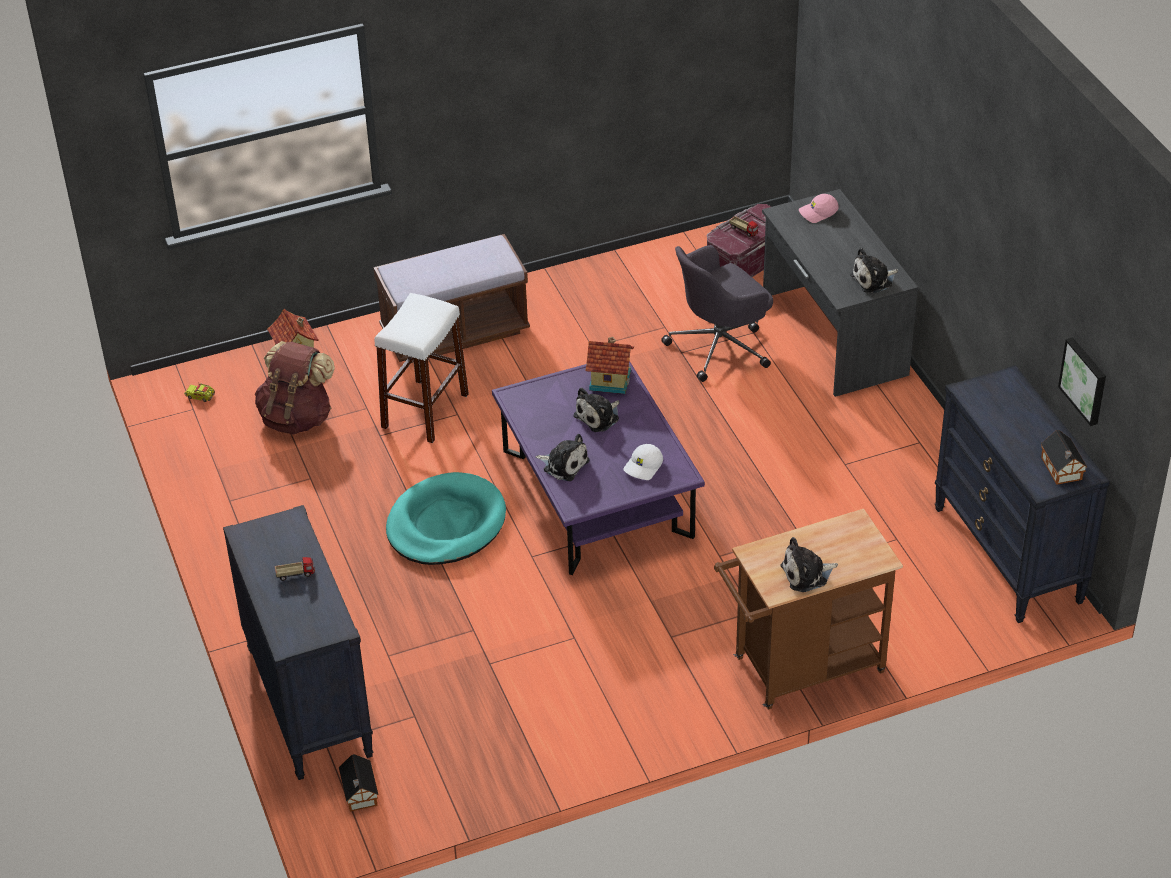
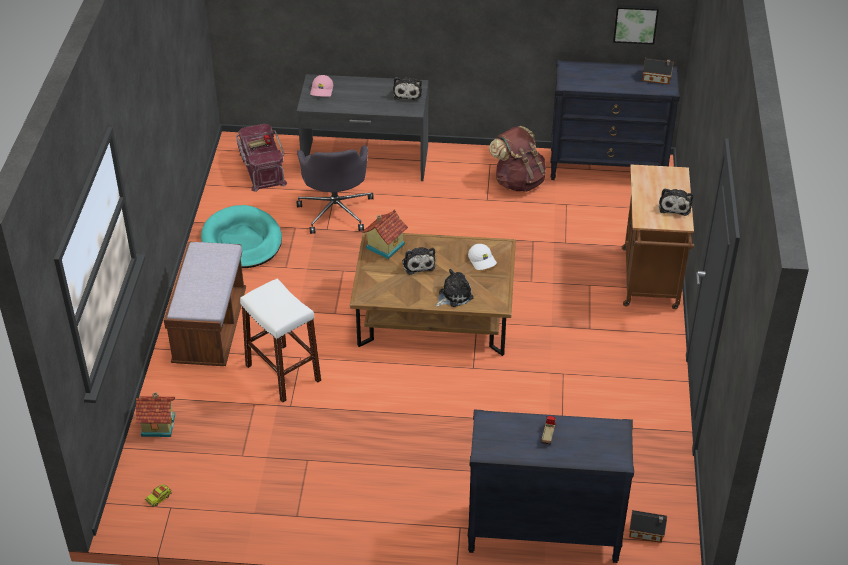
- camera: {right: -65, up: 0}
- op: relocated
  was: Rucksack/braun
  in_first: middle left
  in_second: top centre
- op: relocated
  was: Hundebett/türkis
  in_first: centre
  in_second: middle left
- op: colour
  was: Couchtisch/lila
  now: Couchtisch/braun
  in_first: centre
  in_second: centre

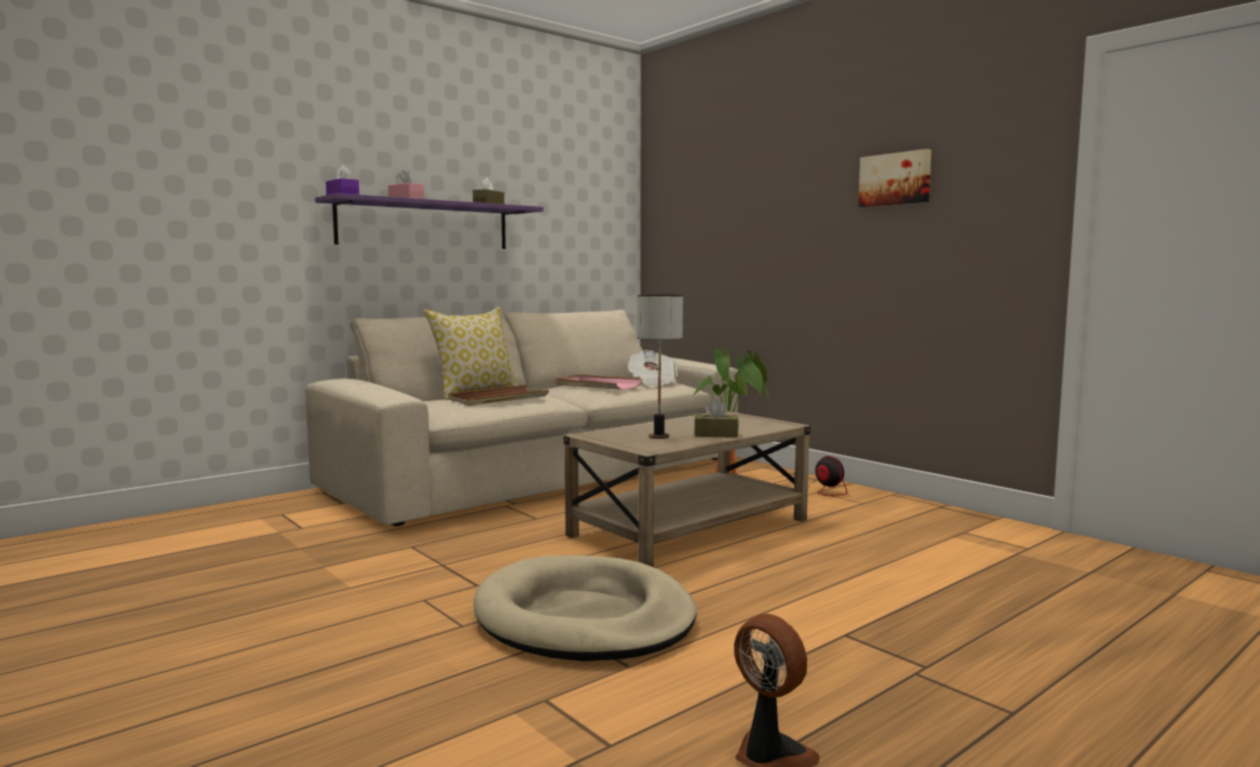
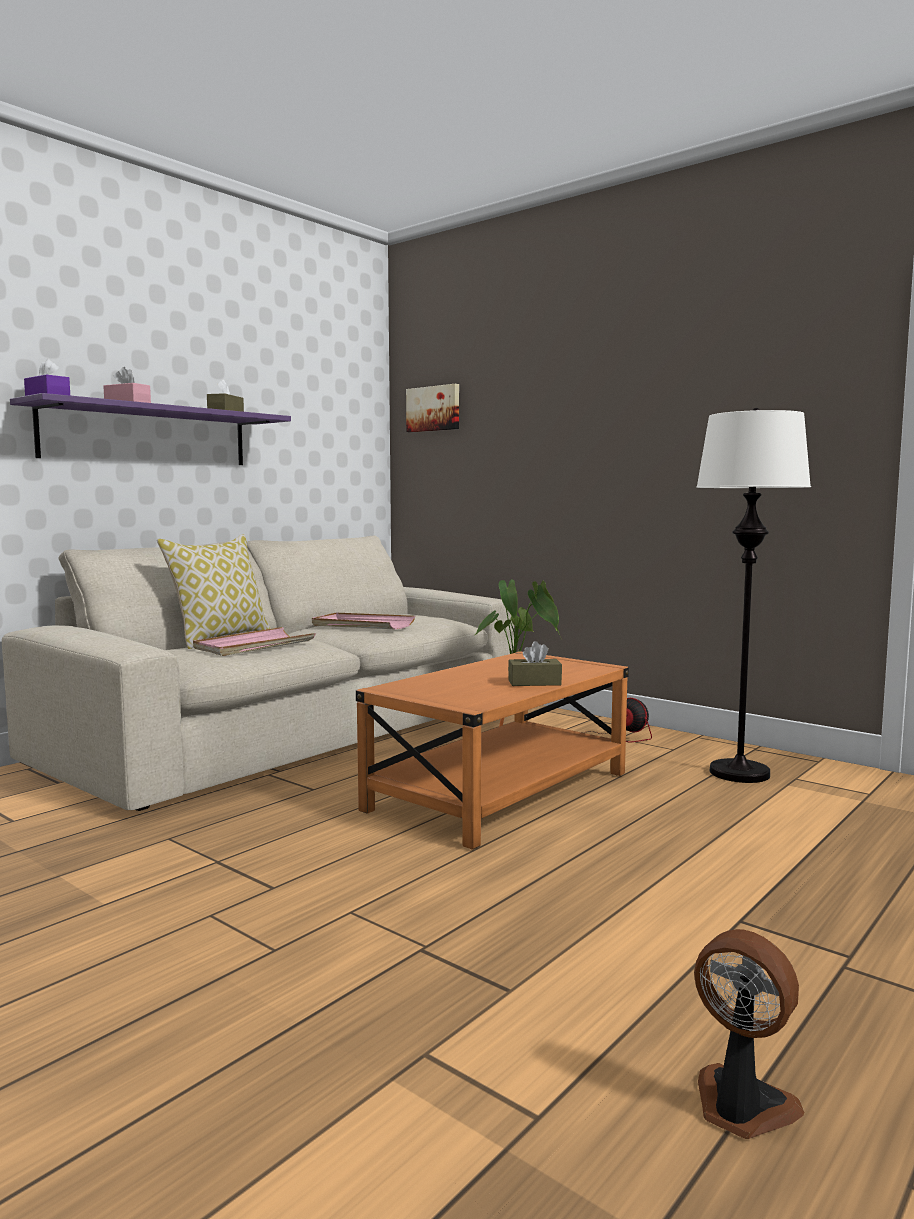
- camera: {right: -10, up: 0}
- op: missing
  was: Hundebett/beige
  in_first: bottom centre
- op: missing
  was: Zeitung
  in_first: centre
- op: missing
  was: Tischlampe
  in_first: centre
- op: appeared
  now: Stehlampe/weiß
  in_second: middle right
- op: relocated
  was: Bild
  in_first: top right
  in_second: centre
- op: colour
  was: Tablett/braun
  now: Tablett/rosa (no. 1 from left)
  in_first: centre
  in_second: middle left
- op: colour
  was: Couchtisch/beige
  now: Couchtisch/orange
  in_first: centre
  in_second: centre

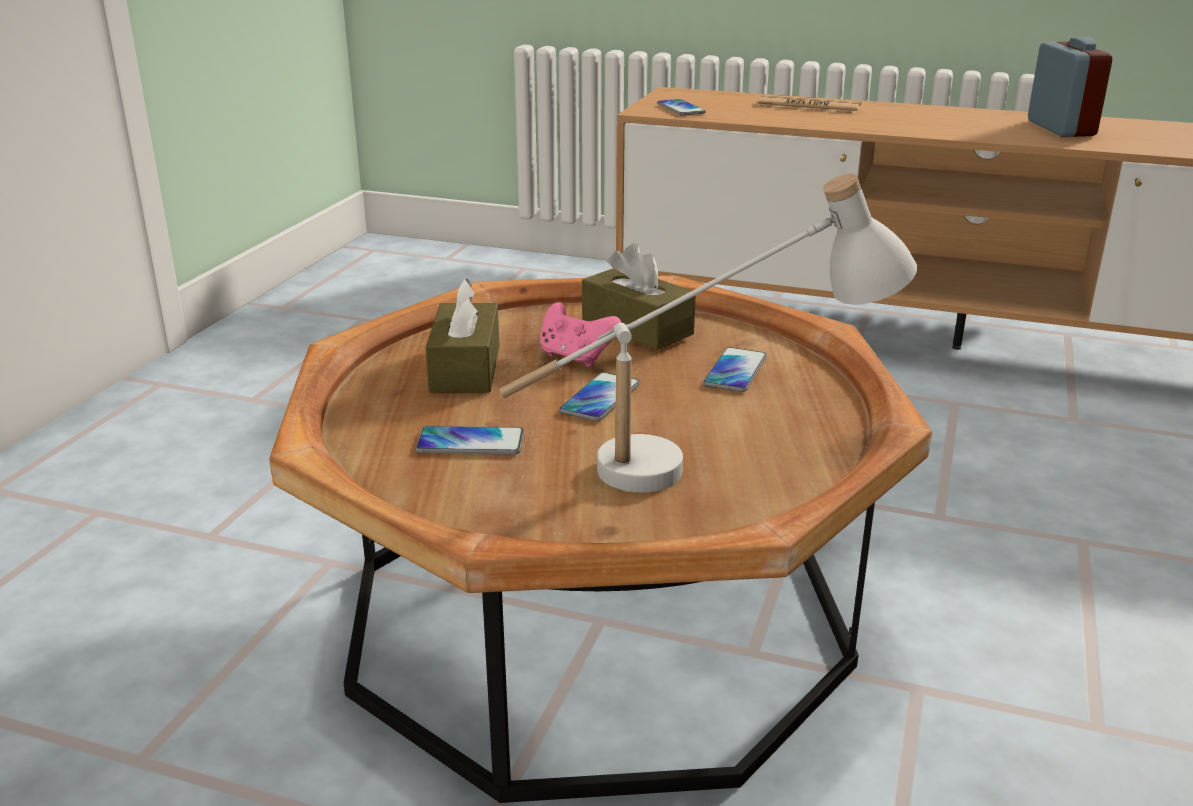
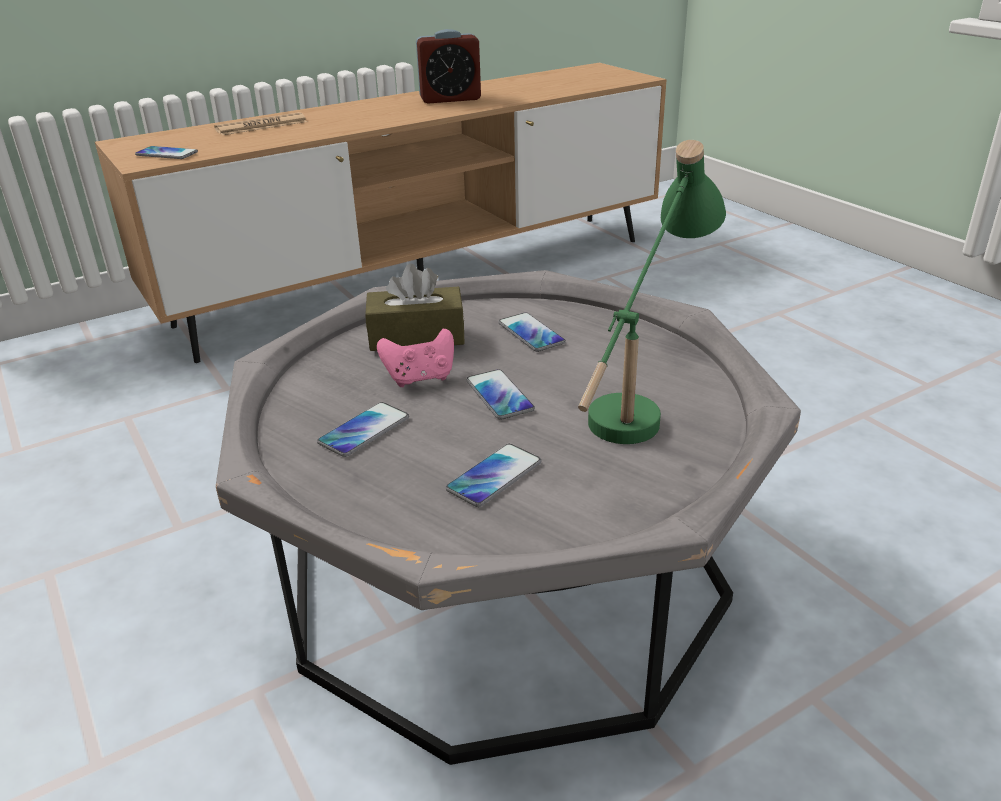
- camera: {right: -50, up: 5}
- op: exchanged
  was: Taschentuchbox/braun (no. 1 from left)
  now: Handy (no. 2 from left)
  in_first: centre
  in_second: centre
- op: colour
  was: Couchtisch/braun
  now: Couchtisch/grau
  in_first: bottom centre
  in_second: centre
- op: colour
  was: Tischlampe/weiß
  now: Tischlampe/grün
  in_first: centre
  in_second: centre
- op: spun
  was: Wecker
  in_first: top right
  in_second: top centre
  clockwise: 135

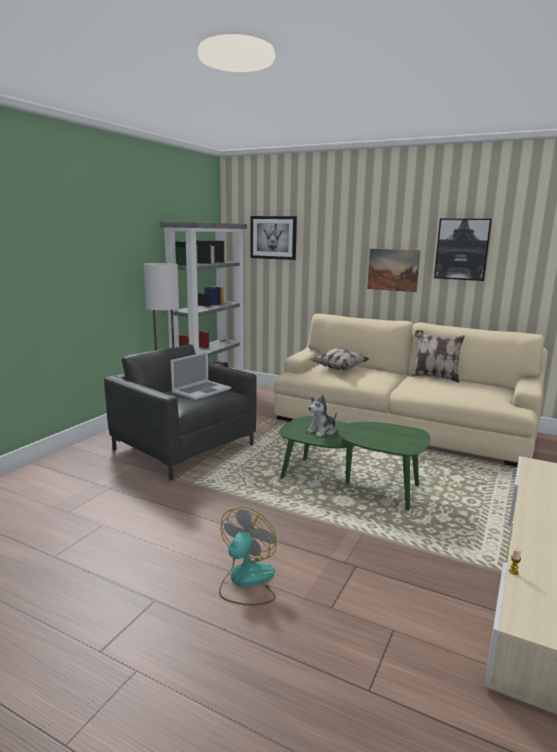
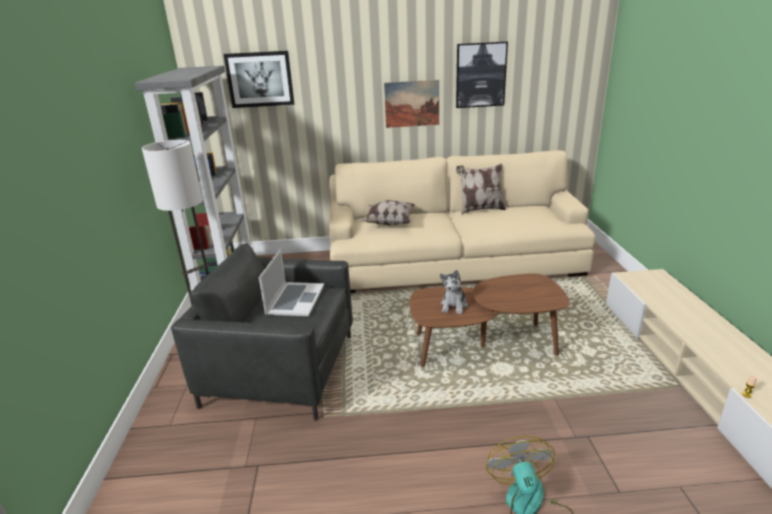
- camera: {right: -30, up: 10}
- op: colour
  was: Couchtisch/grün
  now: Couchtisch/braun
  in_first: centre
  in_second: centre

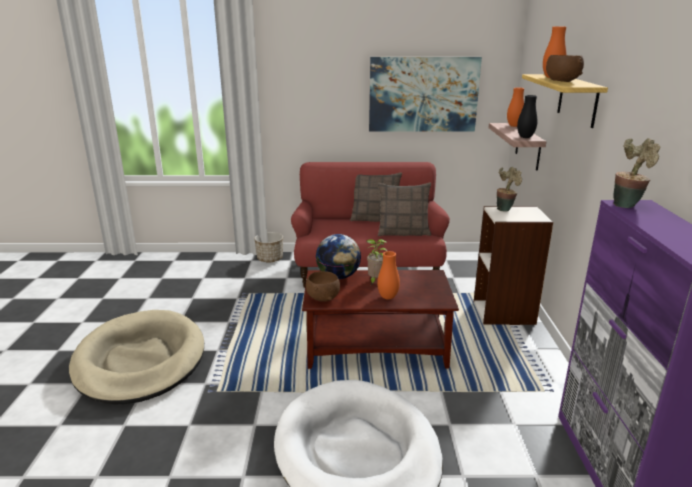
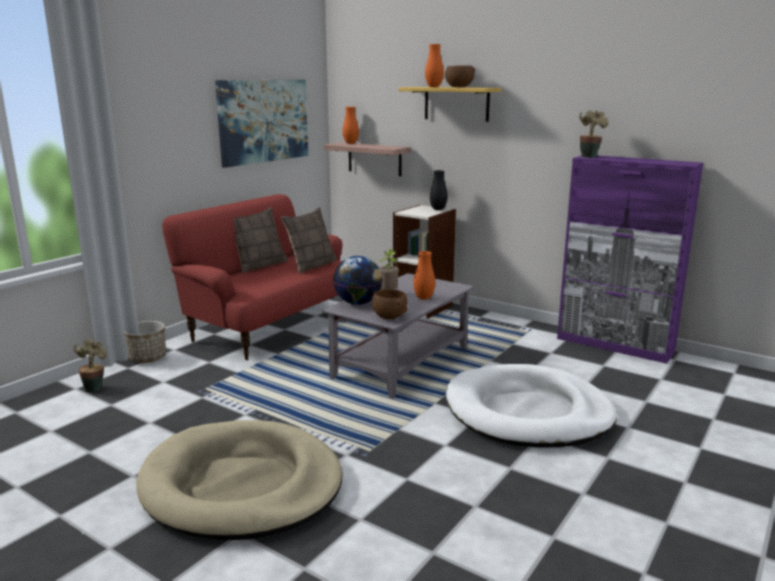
- camera: {right: -55, up: -5}
- op: relocated
  was: Topfpflanze (no. 2 from left in the first image)
  now: Topfpflanze (no. 1 from left)
  in_first: middle right
  in_second: middle left
- op: relocated
  was: Vase/schwarz
  in_first: top right
  in_second: top centre
- op: colour
  was: Couchtisch/braun
  now: Couchtisch/grau
  in_first: centre
  in_second: centre

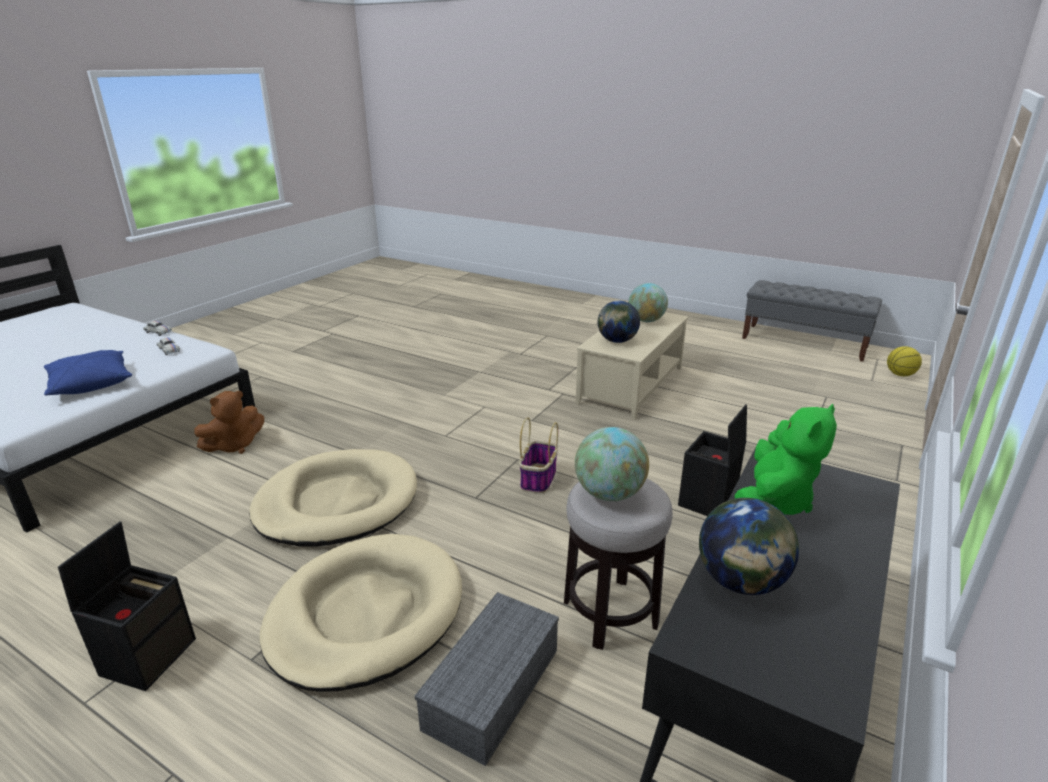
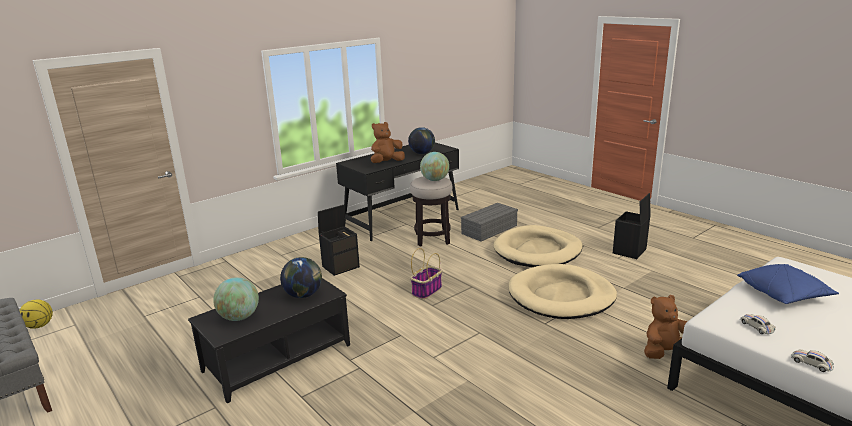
- camera: {right: -160, up: -5}
- op: colour
  was: Couchtisch/beige
  now: Couchtisch/schwarz
  in_first: centre
  in_second: bottom left
- op: colour
  was: Plüschtier/grün
  now: Plüschtier/braun (no. 1 from left)
  in_first: middle right
  in_second: centre

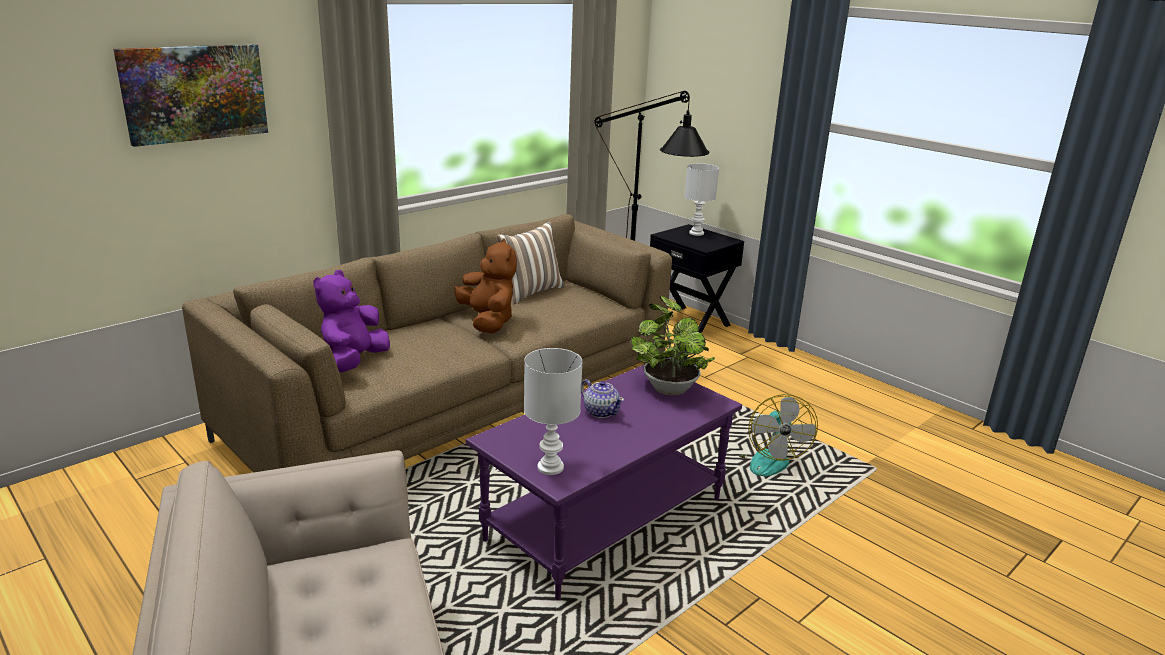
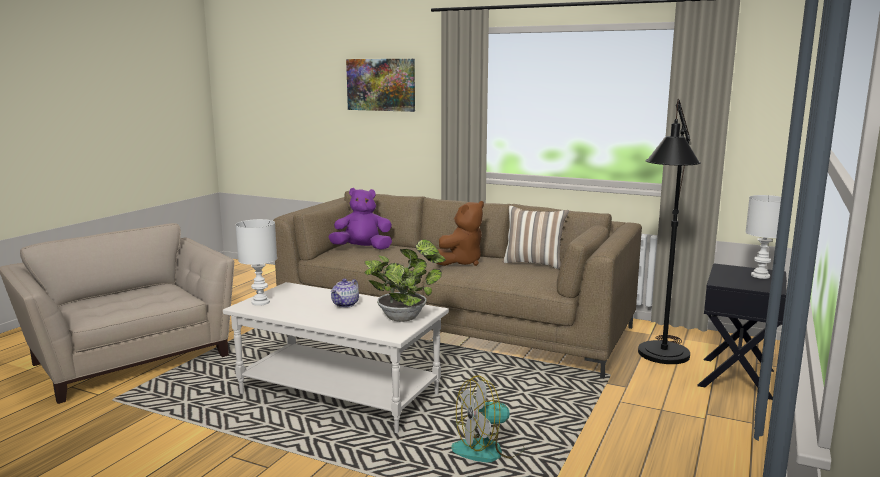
- camera: {right: 70, up: -10}
- op: colour
  was: Couchtisch/lila
  now: Couchtisch/weiß
  in_first: bottom centre
  in_second: bottom centre

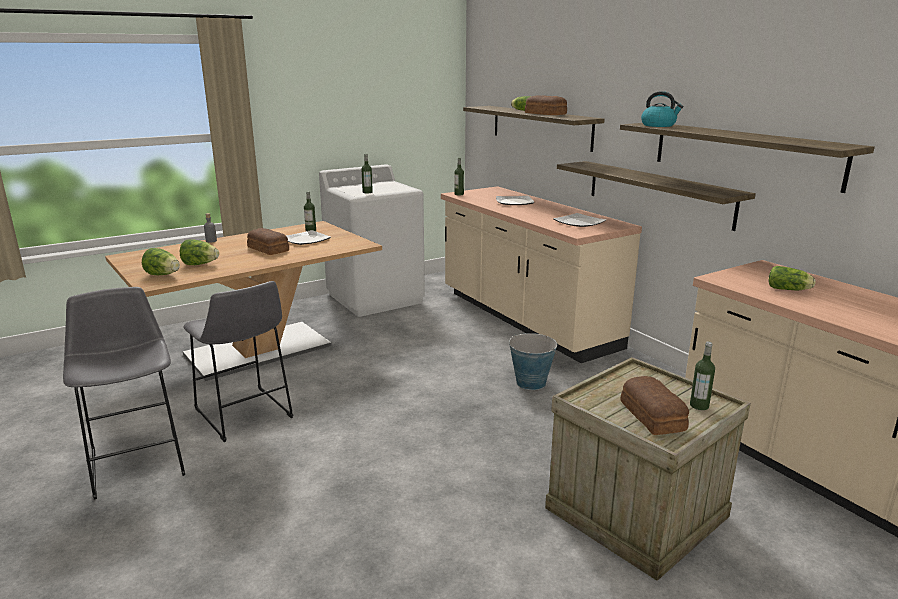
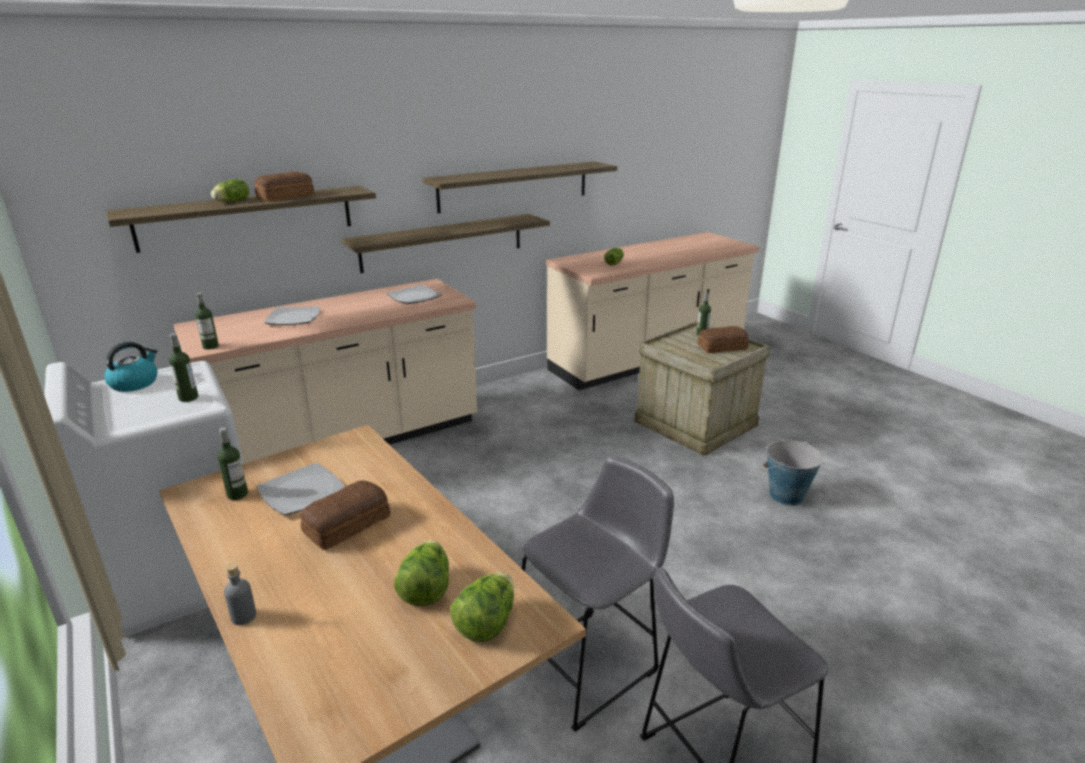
- camera: {right: -90, up: 5}
- op: relocated
  was: Eimer
  in_first: centre
  in_second: middle right
- op: relocated
  was: Wasserkessel
  in_first: top right
  in_second: middle left

